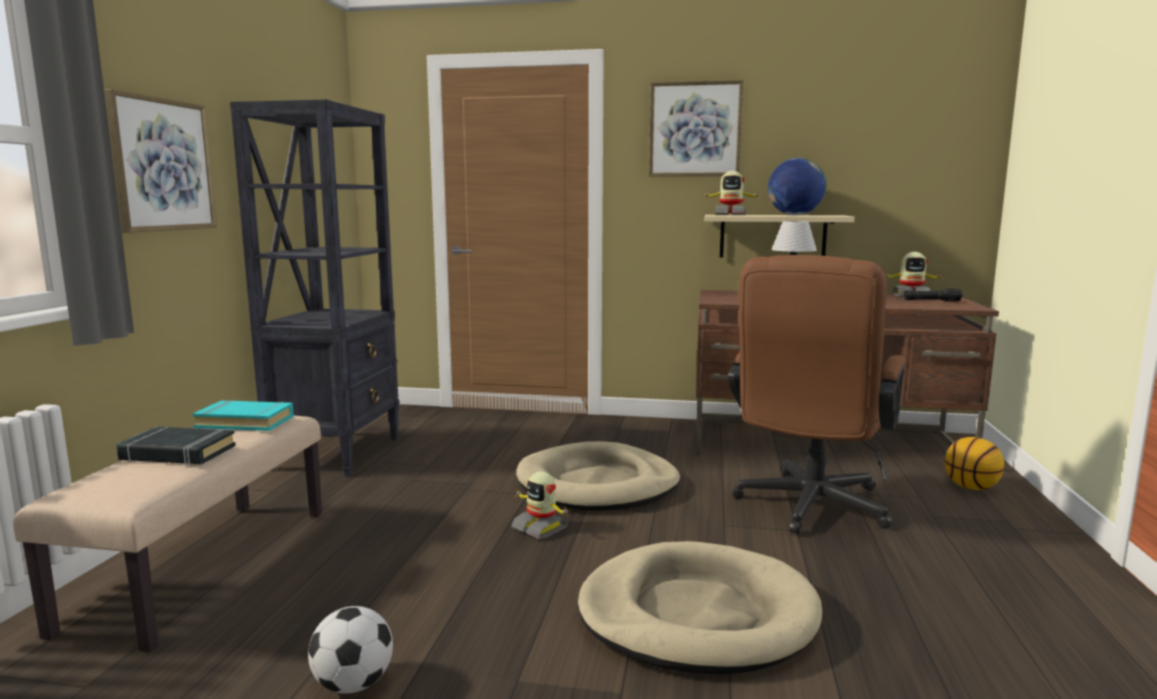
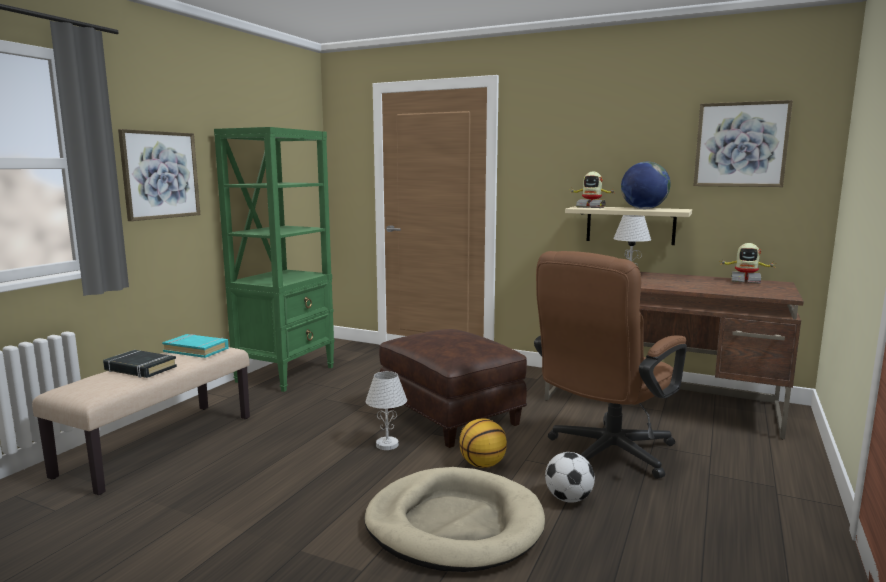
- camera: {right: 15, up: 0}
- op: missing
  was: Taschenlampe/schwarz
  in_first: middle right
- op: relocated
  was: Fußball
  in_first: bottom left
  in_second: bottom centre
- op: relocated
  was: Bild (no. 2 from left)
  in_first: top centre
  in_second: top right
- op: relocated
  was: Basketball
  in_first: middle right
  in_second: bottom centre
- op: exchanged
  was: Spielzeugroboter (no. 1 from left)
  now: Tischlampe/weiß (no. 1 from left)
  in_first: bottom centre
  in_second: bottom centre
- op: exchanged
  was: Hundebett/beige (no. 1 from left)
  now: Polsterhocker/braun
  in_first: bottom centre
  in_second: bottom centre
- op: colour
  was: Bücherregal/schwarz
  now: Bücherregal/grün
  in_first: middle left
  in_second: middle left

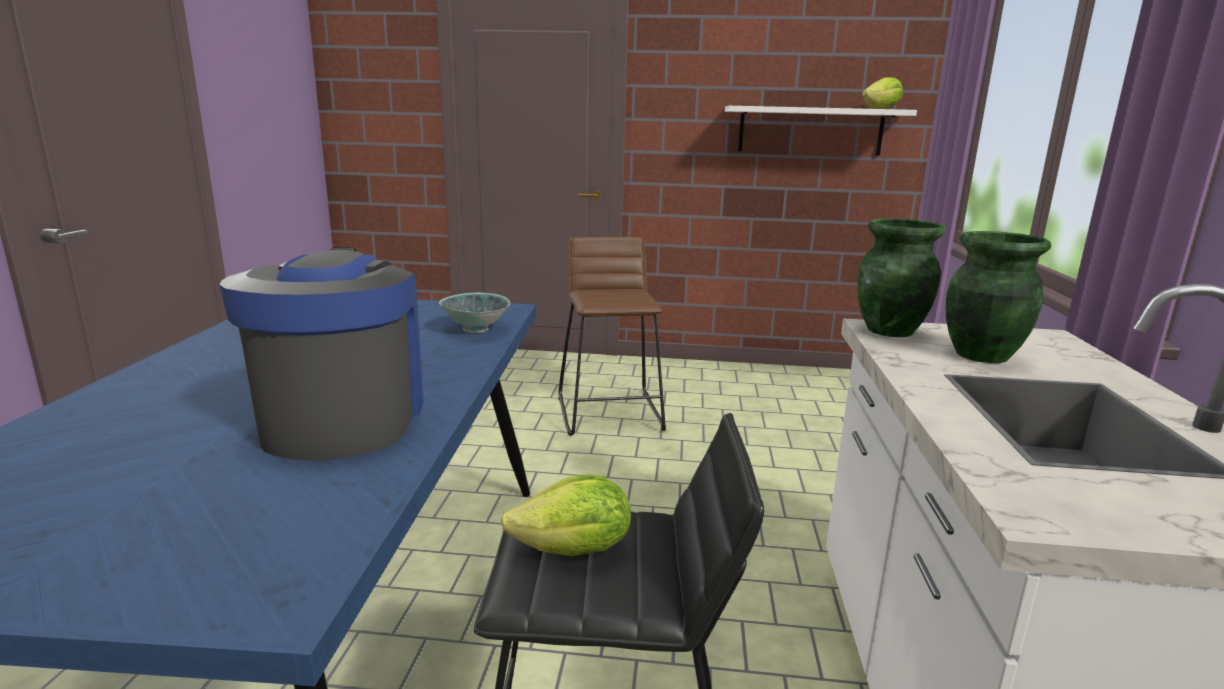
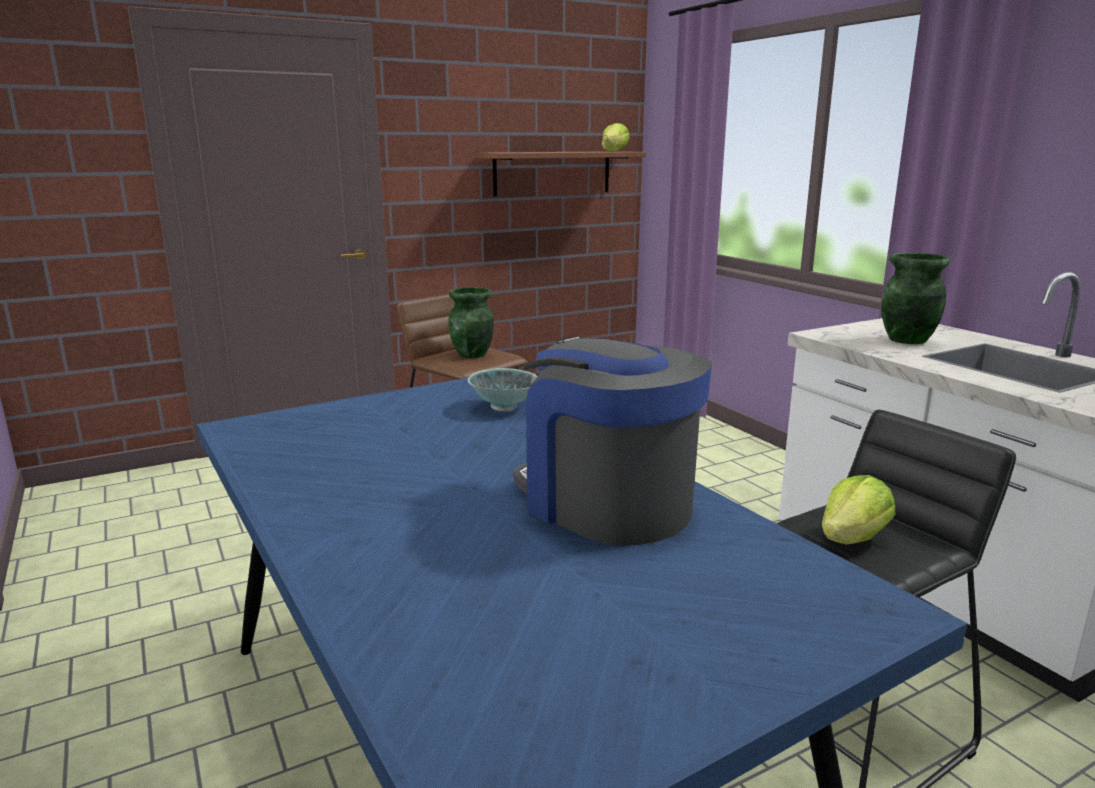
- camera: {right: -35, up: 0}
- op: relocated
  was: Vase/grün (no. 1 from left)
  in_first: middle right
  in_second: centre
- op: colour
  was: Wandregal/weiß
  now: Wandregal/braun
  in_first: top right
  in_second: top centre

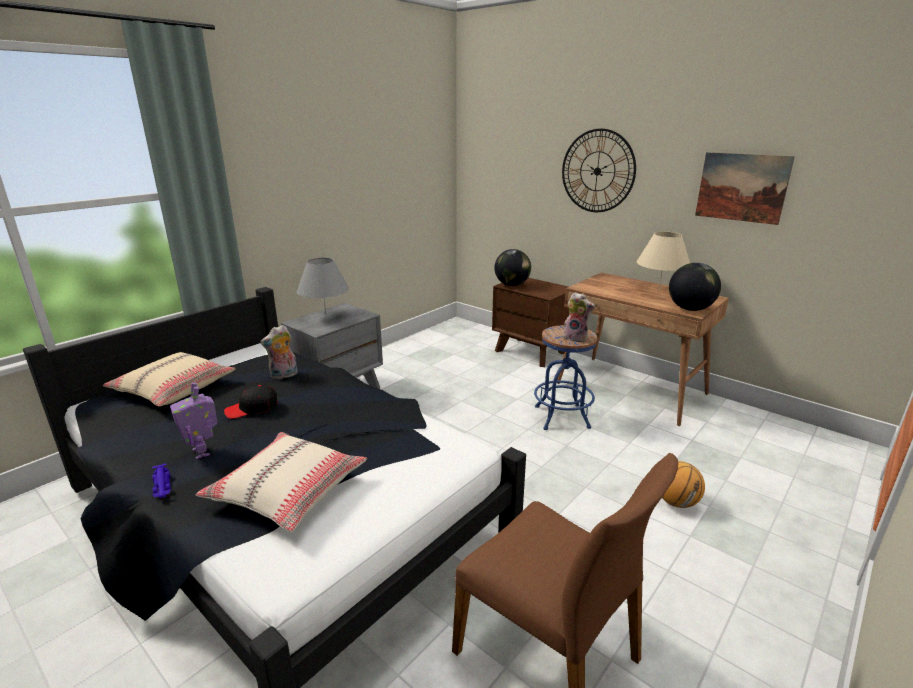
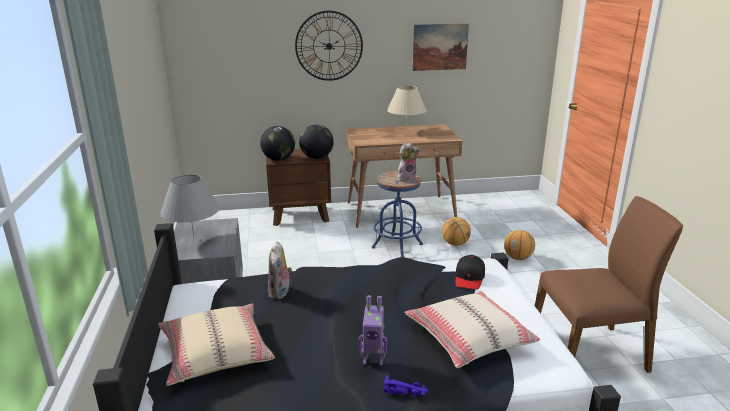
- camera: {right: -50, up: 0}
- op: appeared
  now: Basketball (no. 1 from left)
  in_second: centre
- op: relocated
  was: Kappe/schwarz
  in_first: middle left
  in_second: centre
- op: relocated
  was: Globus (no. 2 from left)
  in_first: middle right
  in_second: centre

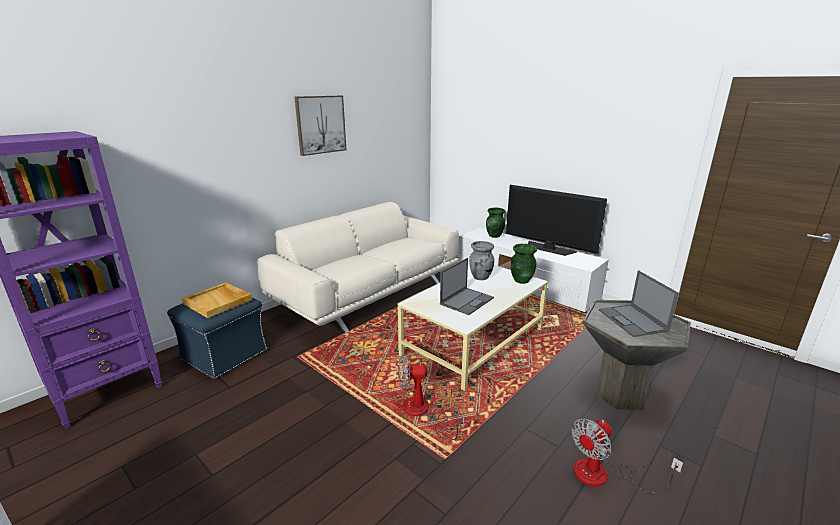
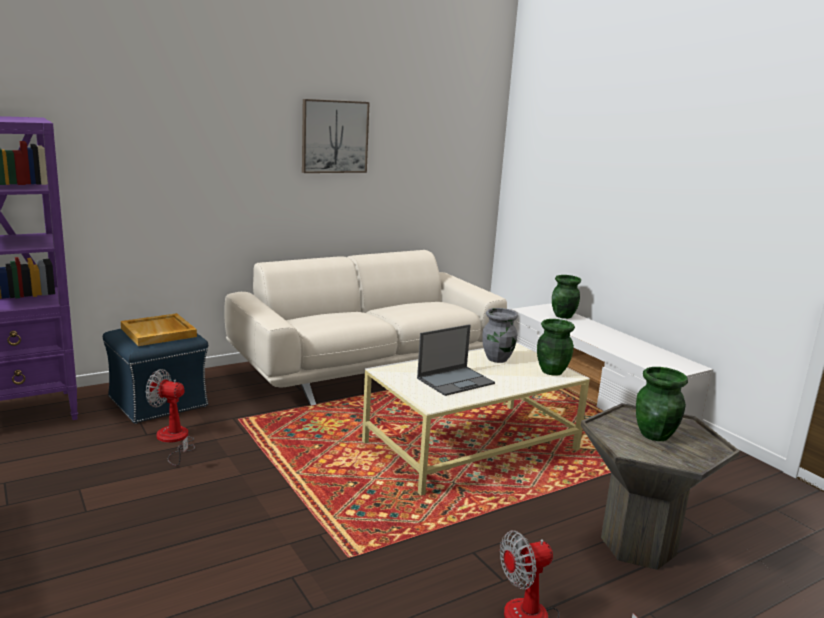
- camera: {right: 15, up: -5}
- op: missing
  was: Fernseher
  in_first: centre
- op: relocated
  was: Ventilator (no. 1 from left)
  in_first: bottom centre
  in_second: bottom left
- op: exchanged
  was: Laptop (no. 2 from left)
  now: Vase/grün (no. 3 from left)
  in_first: middle right
  in_second: middle right

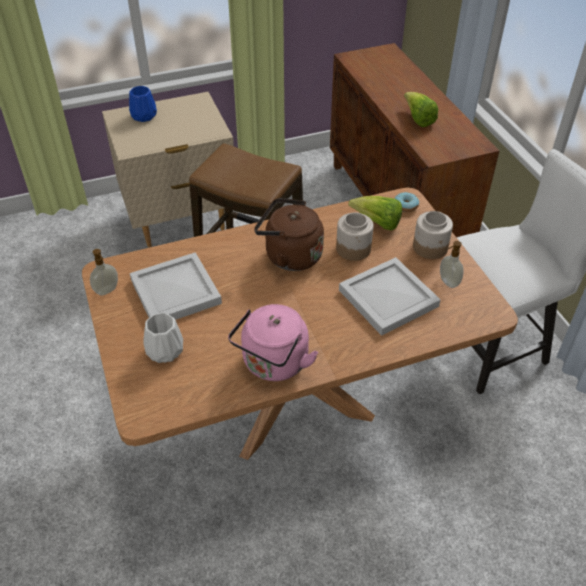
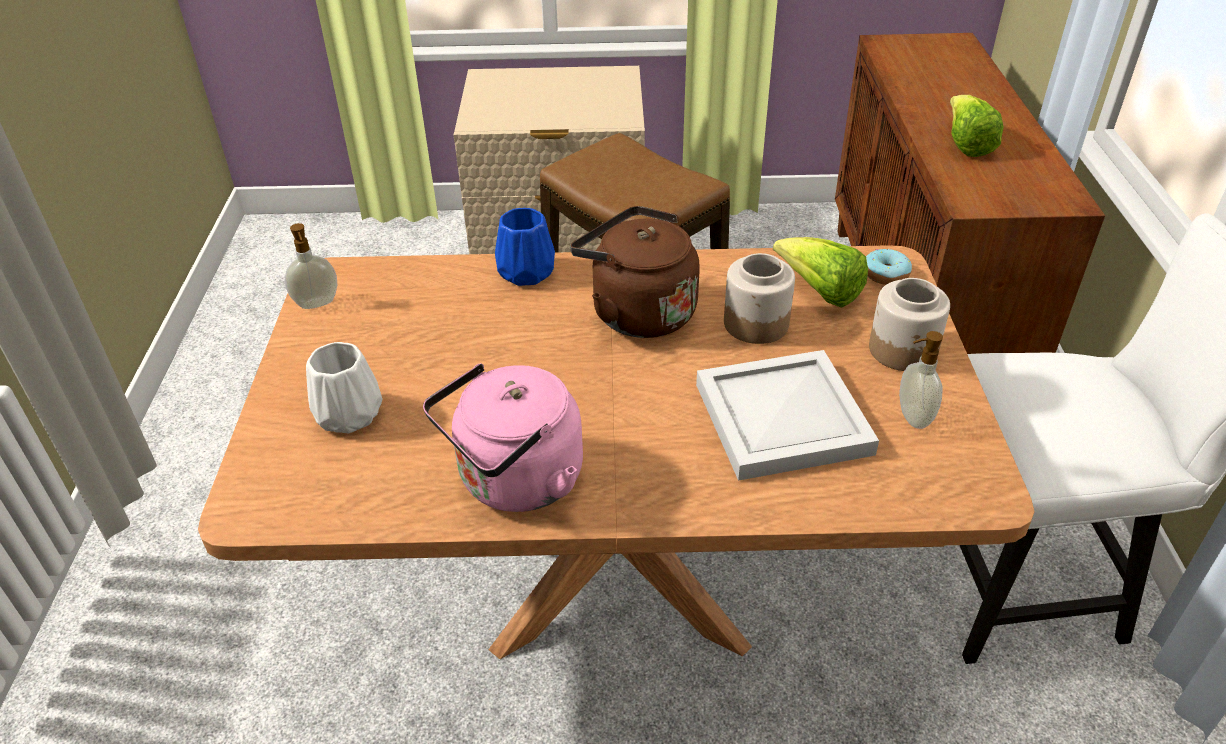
- camera: {right: 20, up: -5}
- op: missing
  was: Tablett/weiß (no. 1 from left)
  in_first: middle left
- op: relocated
  was: Vase/blau
  in_first: top left
  in_second: top centre

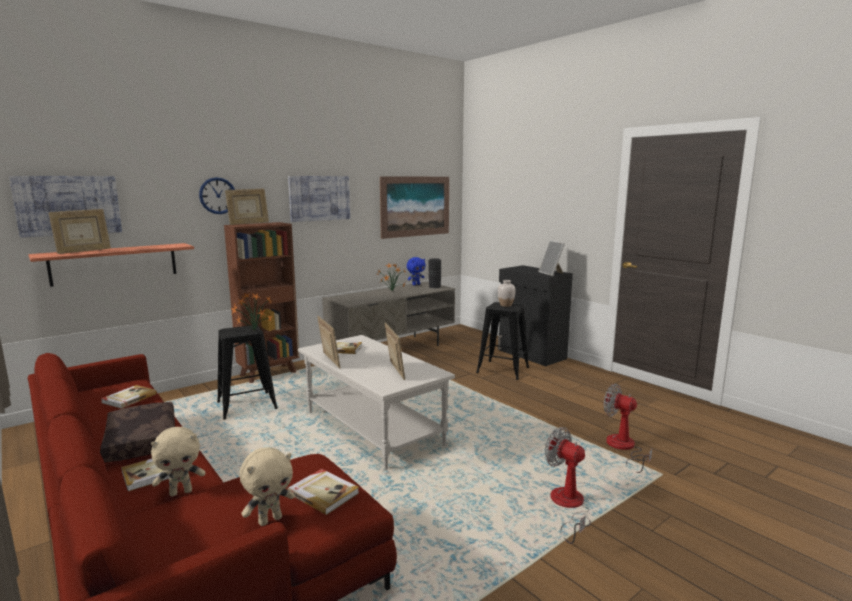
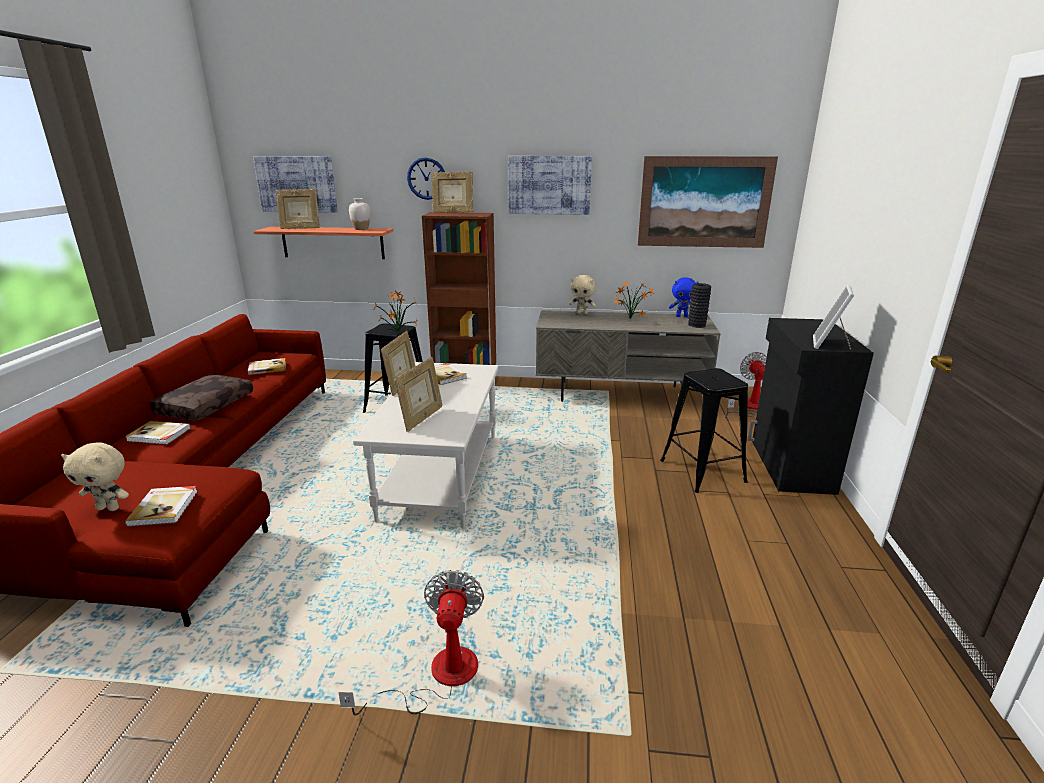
- camera: {right: 45, up: 10}
- op: relocated
  was: Plüschtier/beige (no. 1 from left in the first image)
  now: Plüschtier/beige (no. 2 from left)
  in_first: bottom left
  in_second: centre
- op: relocated
  was: Vase/weiß
  in_first: centre
  in_second: top centre
- op: relocated
  was: Ventilator (no. 2 from left)
  in_first: bottom right
  in_second: middle right

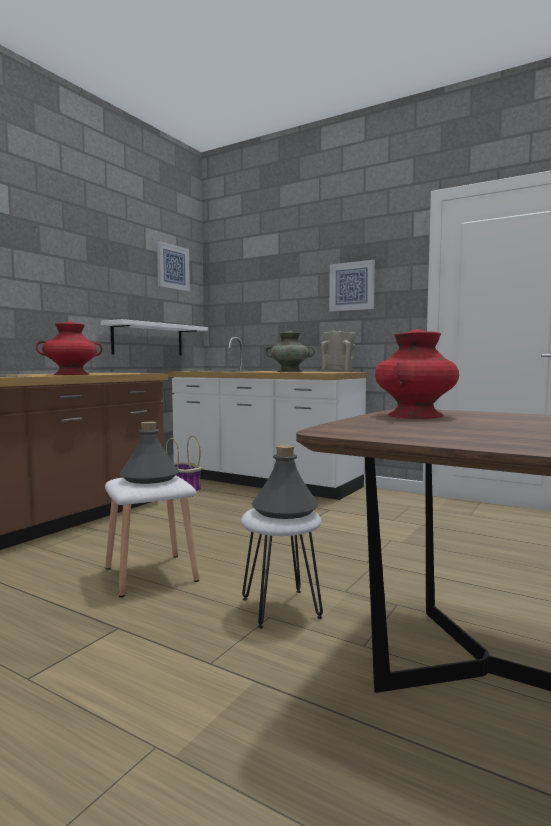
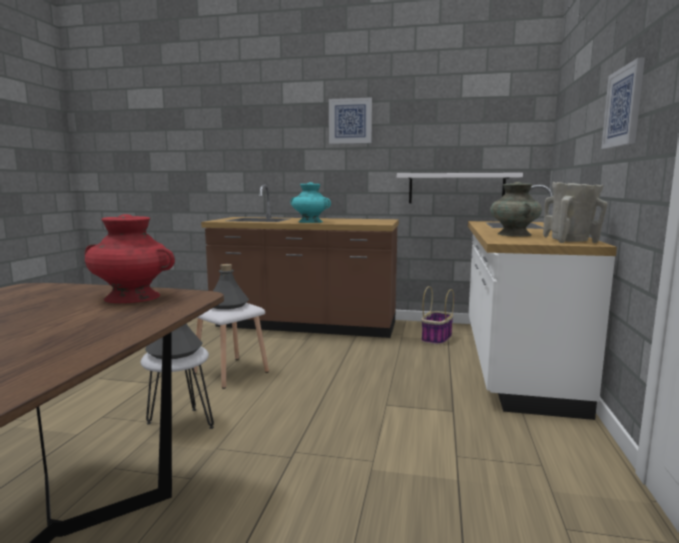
- camera: {right: 70, up: 5}
- op: relocated
  was: Bild (no. 1 from left)
  in_first: top left
  in_second: top centre
- op: colour
  was: Vase/rot (no. 1 from left)
  now: Vase/türkis (no. 1 from left)
  in_first: middle left
  in_second: centre

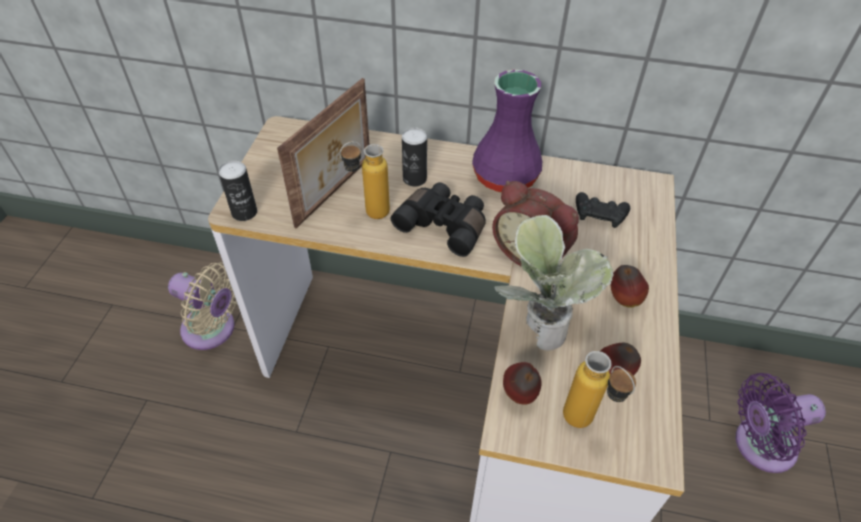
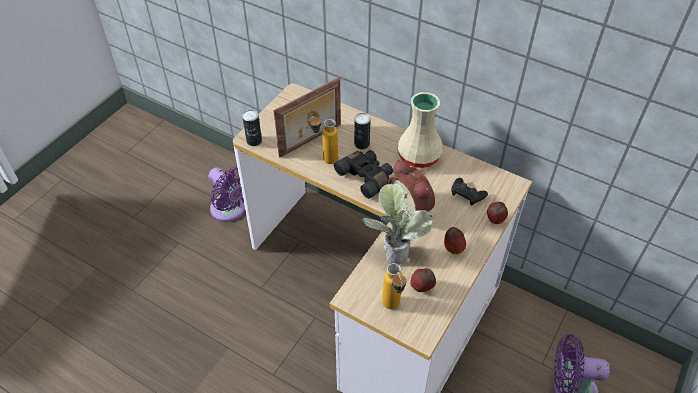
- camera: {right: 20, up: 0}
- op: relocated
  was: Apfel (no. 1 from left in the first image)
  now: Apfel (no. 3 from left)
  in_first: bottom centre
  in_second: middle right
- op: colour
  was: Ventilator/beige
  now: Ventilator/lila (no. 1 from left)
  in_first: middle left
  in_second: middle left
- op: colour
  was: Vase/lila
  now: Vase/beige
  in_first: top centre
  in_second: top centre

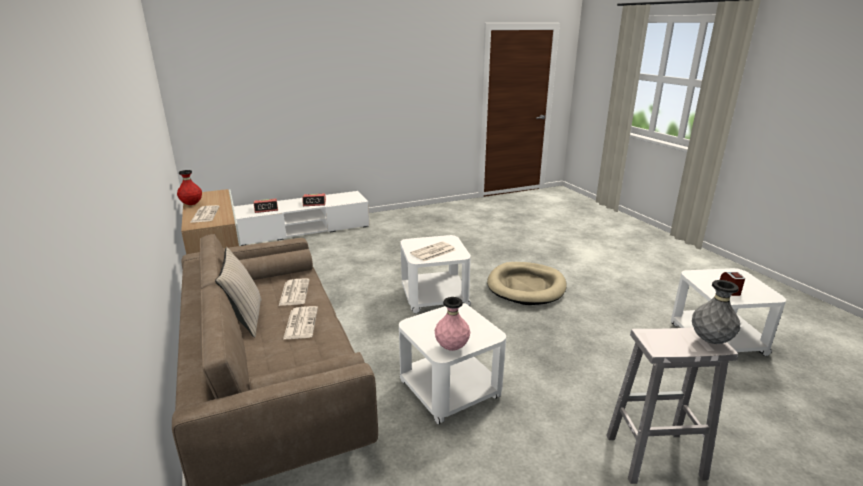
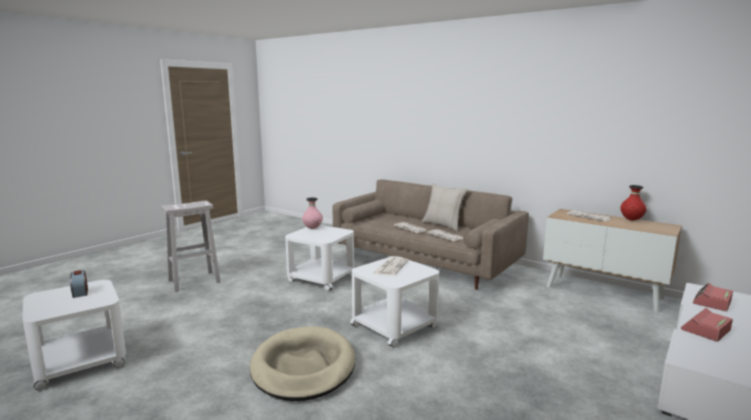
- camera: {right: 150, up: -10}
- op: missing
  was: Vase/grau
  in_first: middle right

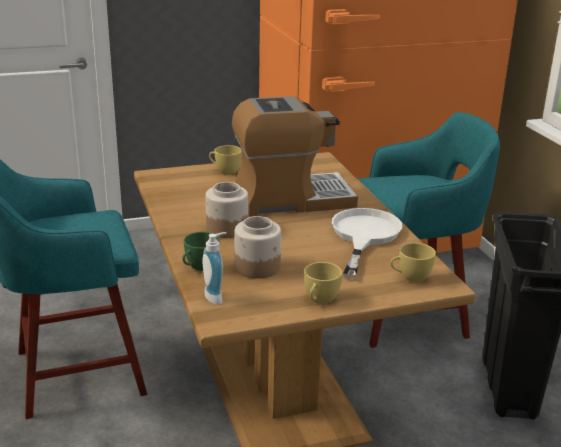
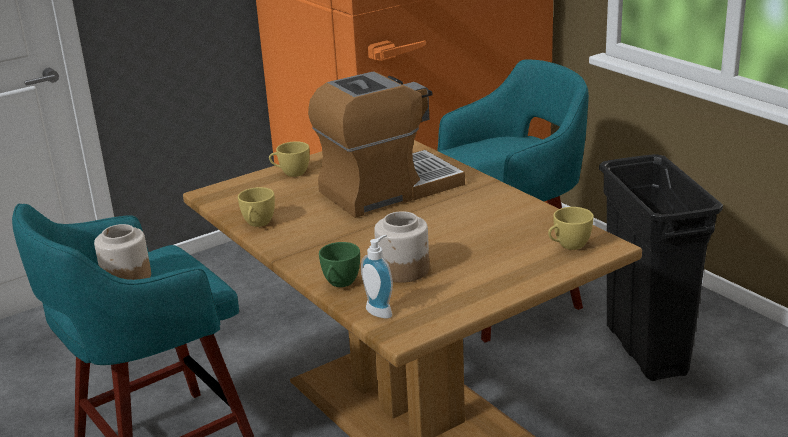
- camera: {right: -15, up: 0}
- op: missing
  was: Pfanne/weiß
  in_first: centre
- op: relocated
  was: Vorratsglas (no. 1 from left)
  in_first: centre
  in_second: middle left
- op: relocated
  was: Tasse/gelb (no. 2 from left in the first image)
  now: Tasse/gelb (no. 1 from left)
  in_first: centre
  in_second: middle left

